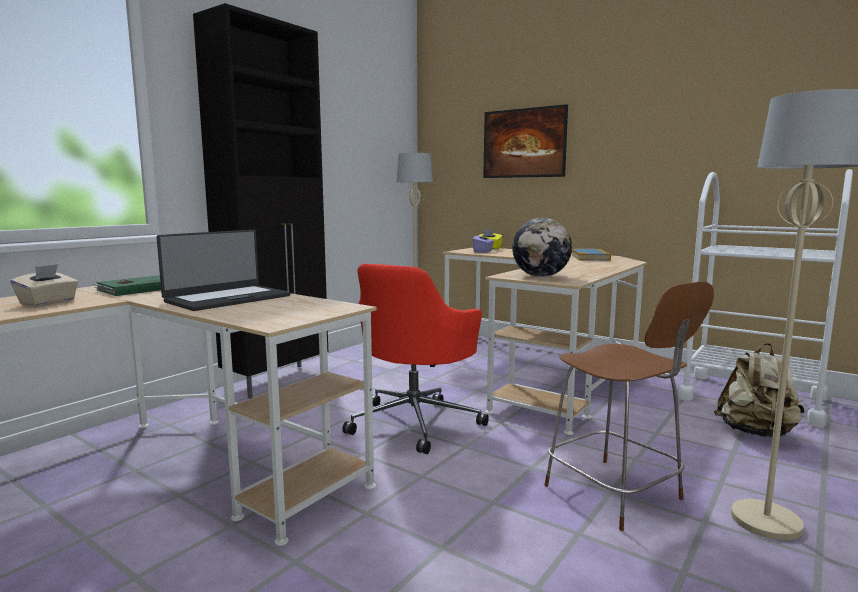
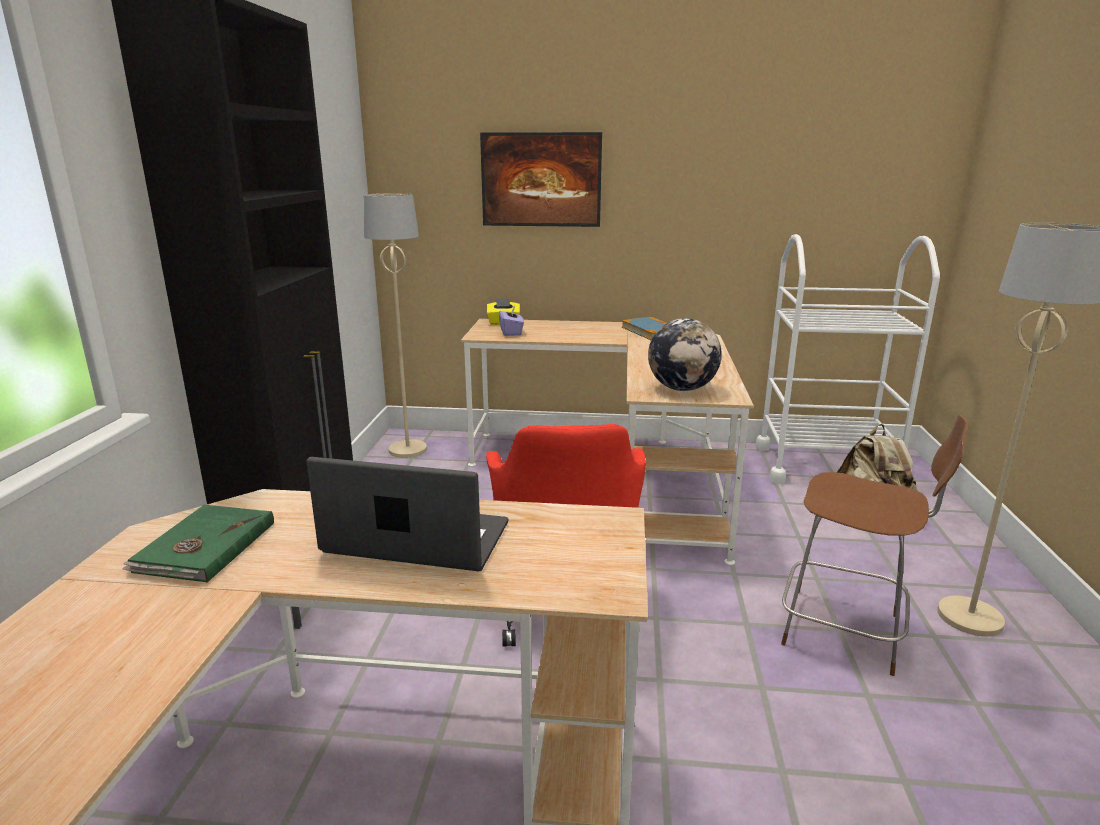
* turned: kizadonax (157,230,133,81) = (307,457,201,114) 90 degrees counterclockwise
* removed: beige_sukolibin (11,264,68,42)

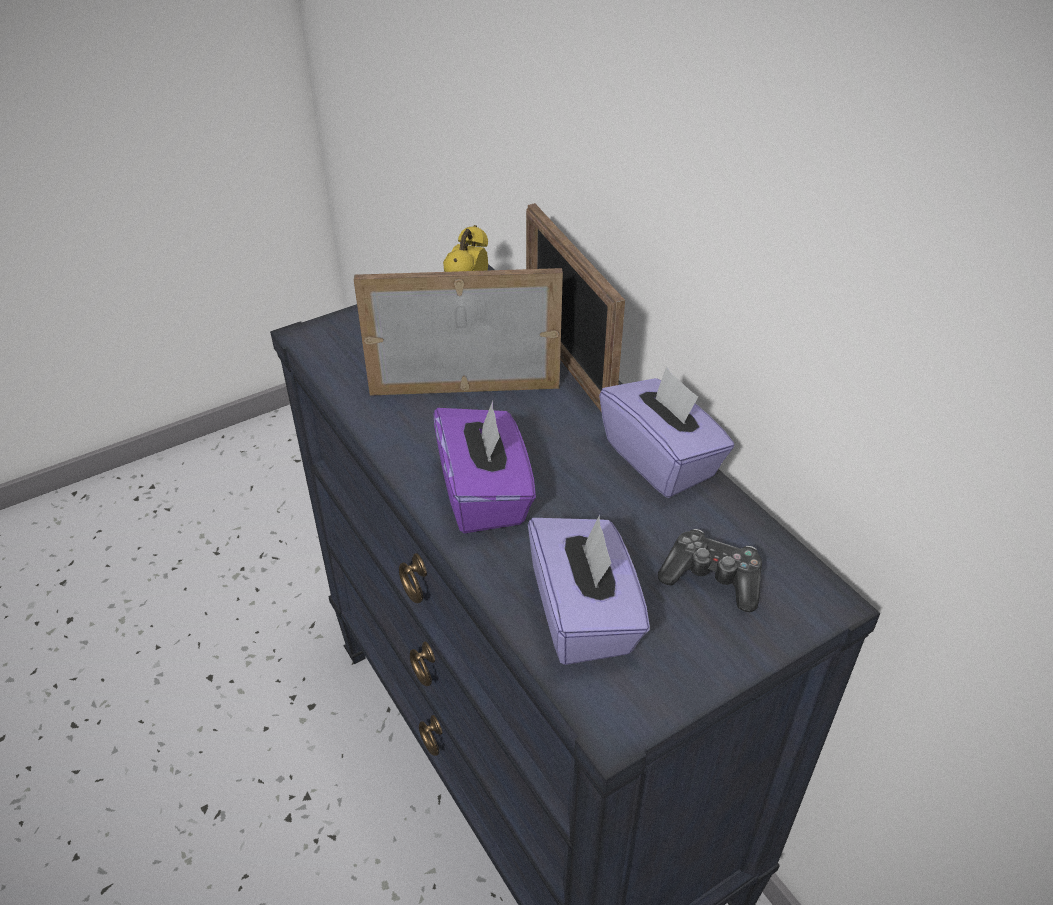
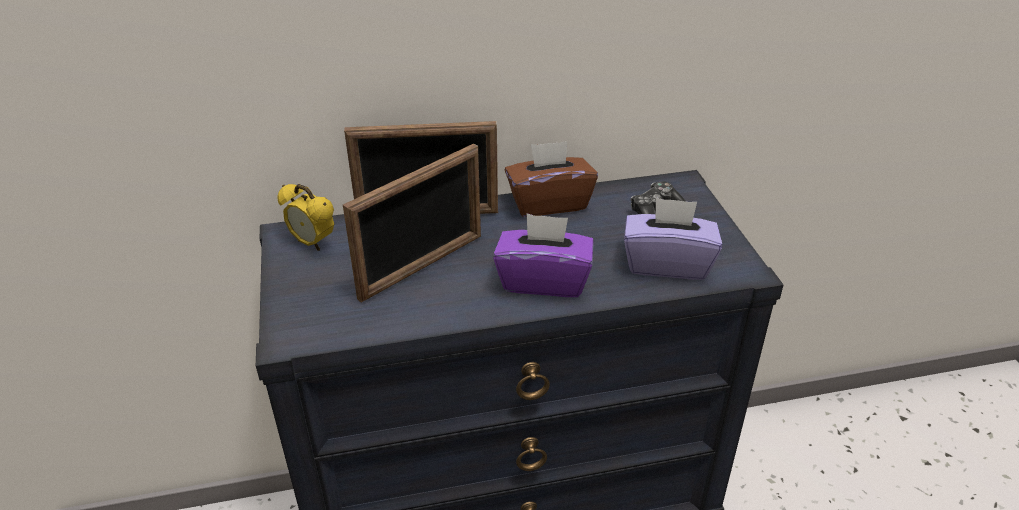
* turned: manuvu (354,268,209,128) = (343,144,138,159) 150 degrees counterclockwise
* recoloured: purple_sukolibin (599,366,136,132) to brown_sukolibin (505,141,93,76)

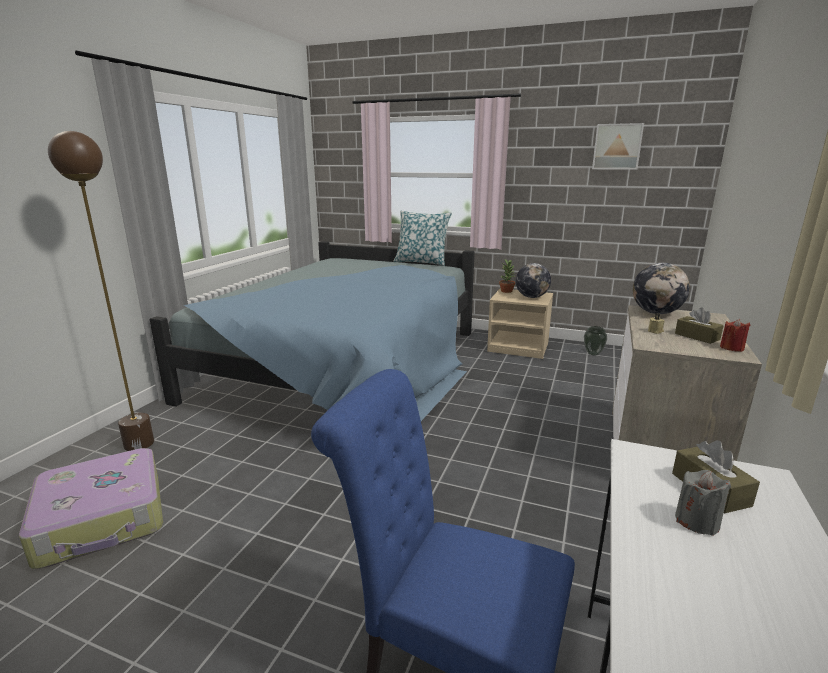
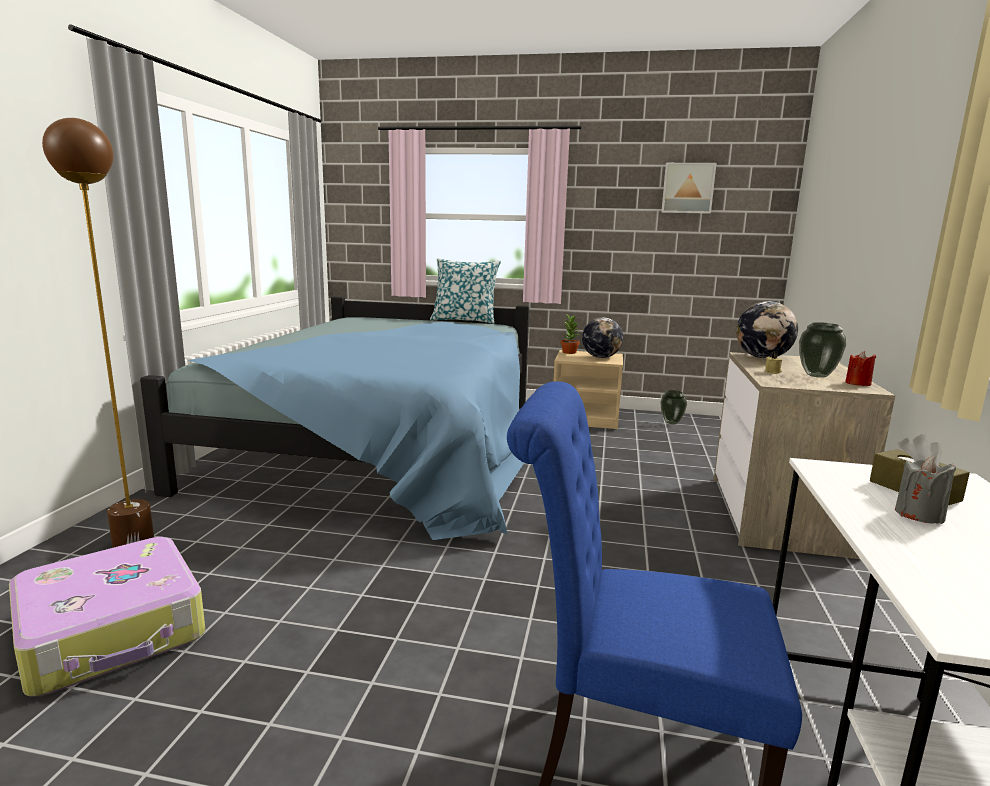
* replaced: brown_sukolibin (675,308,49,36) to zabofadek (799,322,47,56)

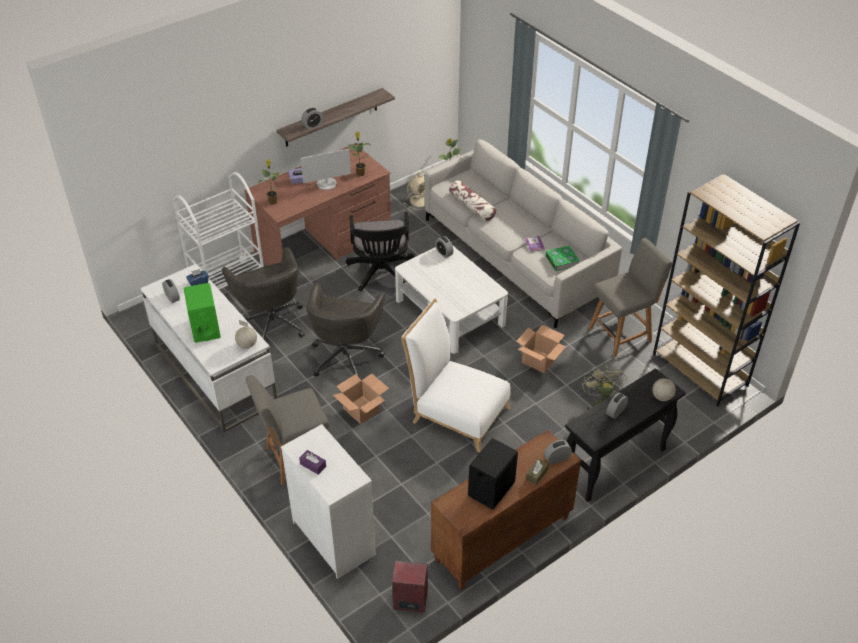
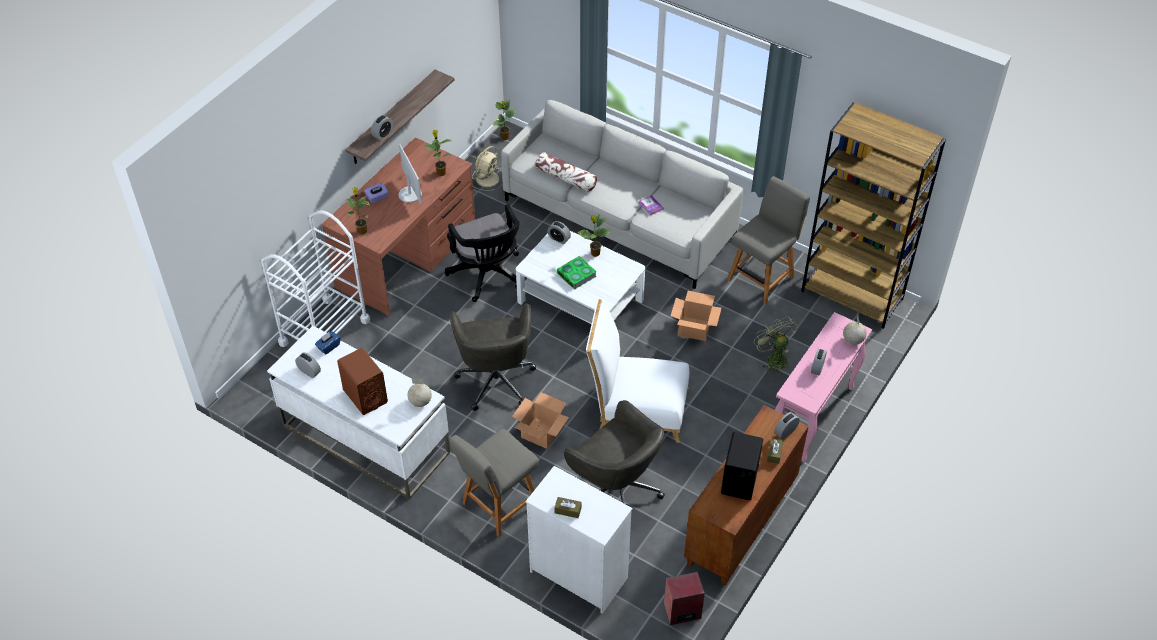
* turned: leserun (301,149,50,41) = (398,144,24,60) 75 degrees counterclockwise
* moved: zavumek (545,246,34,25) to (557,256,39,33)
* moved: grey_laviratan (222,247,83,92) to (564,400,101,104)
* recoloured: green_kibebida (184,283,37,60) to brown_kibebida (337,348,51,67)
* recoloured: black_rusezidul (565,368,121,134) to pink_rusezidul (775,312,97,150)
* recoloured: purple_sukolibin (299,450,27,25) to brown_sukolibin (554,497,28,21)
* added: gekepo (577,214,35,43)

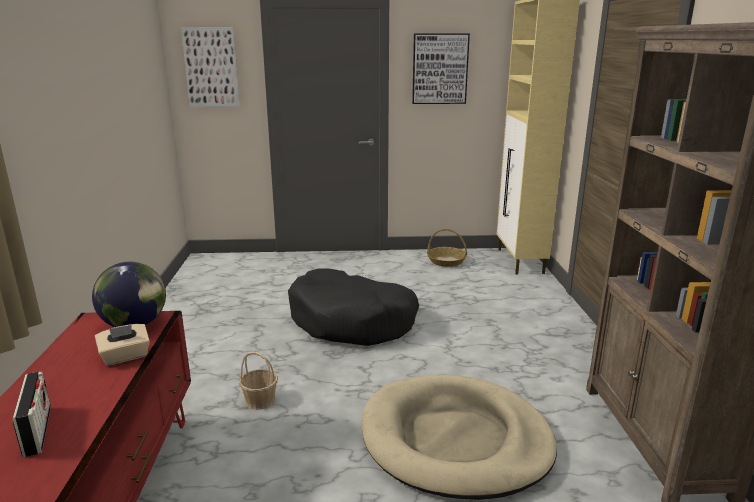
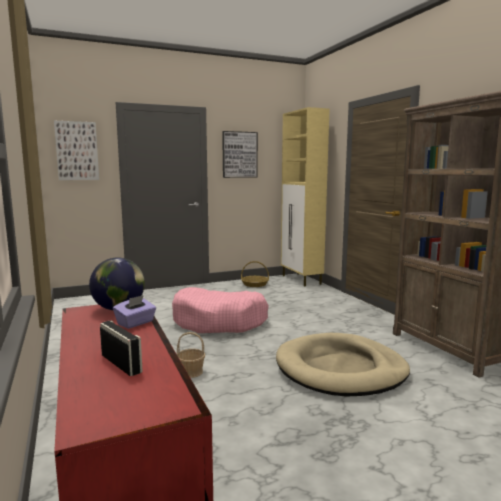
* recoloured: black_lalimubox (288,268,131,78) to pink_lalimubox (172,287,97,46)
* recoloured: beige_sukolibin (95,324,55,42) to purple_sukolibin (113,295,43,34)

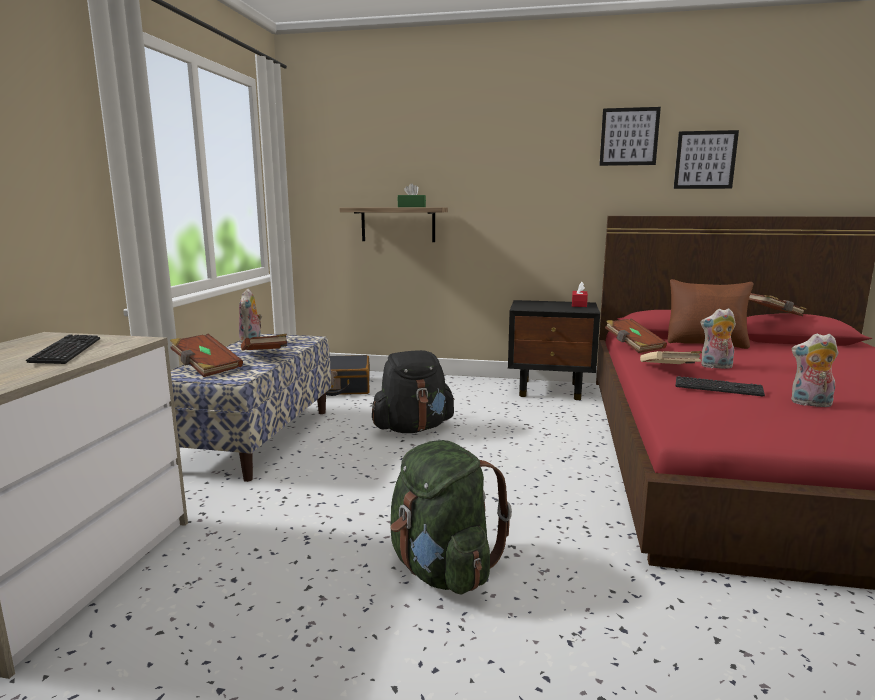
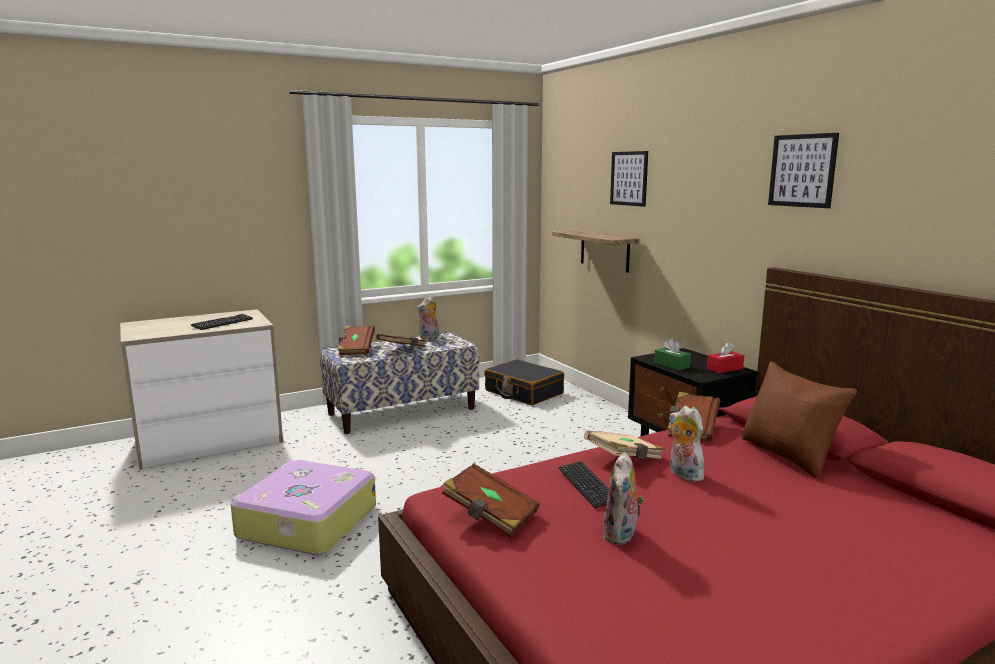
* moved: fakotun (674,130,65,59) to (610,151,38,56)
* moved: green_sukolibin (398,183,28,24) to (654,339,37,31)
* moved: brown_zavumek (749,293,58,23) to (442,464,98,73)
* turned: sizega (791,333,47,74) = (603,452,41,93) 135 degrees counterclockwise
* removed: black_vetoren (372,350,82,83)
* replaced: green_vetoren (390,440,122,155) to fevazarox (231,460,145,95)

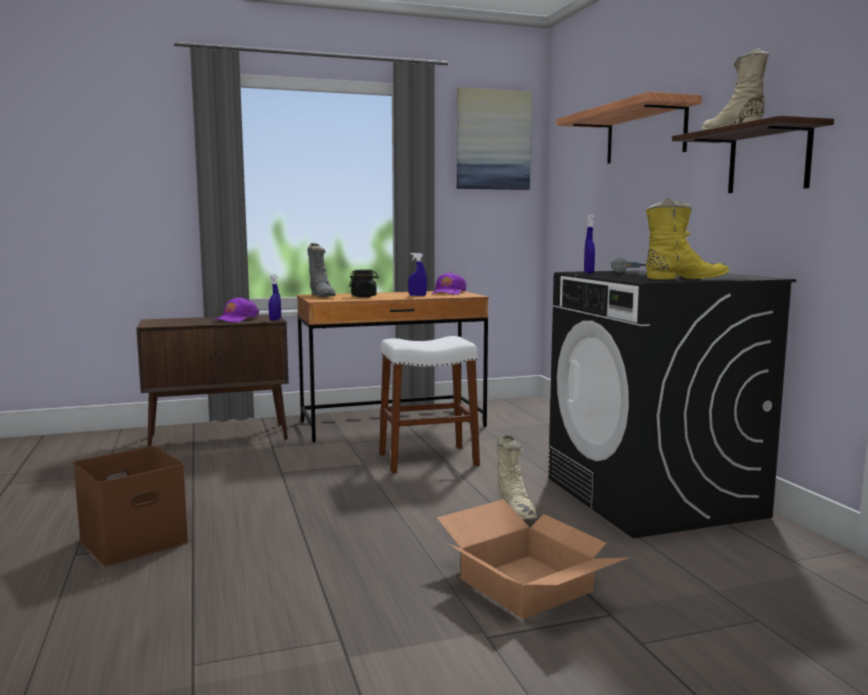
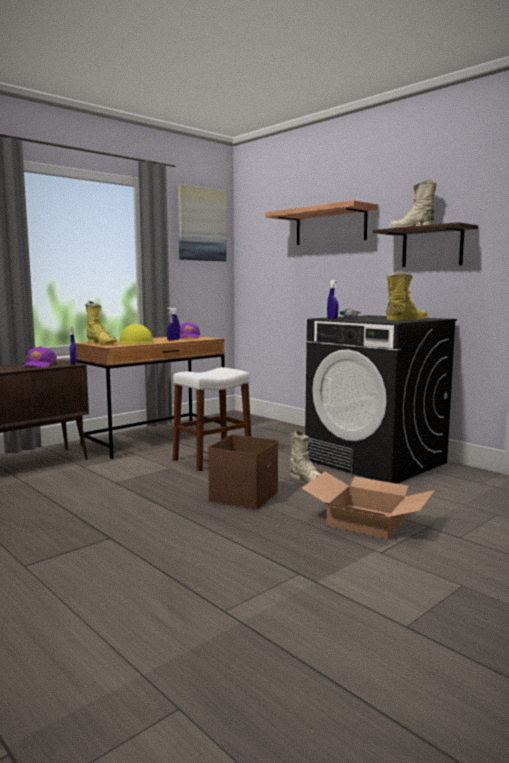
* recoloured: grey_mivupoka (307,243,29,54) to yellow_mivupoka (85,301,32,43)
* replaced: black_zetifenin (349,270,30,27) to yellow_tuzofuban (116,324,39,20)
* moved: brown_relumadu (73,446,116,121) to (208,435,70,75)

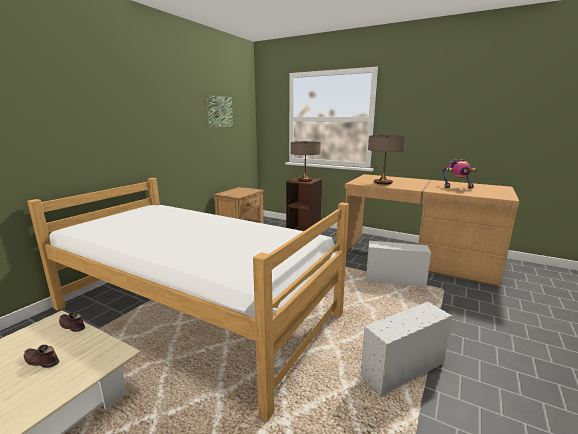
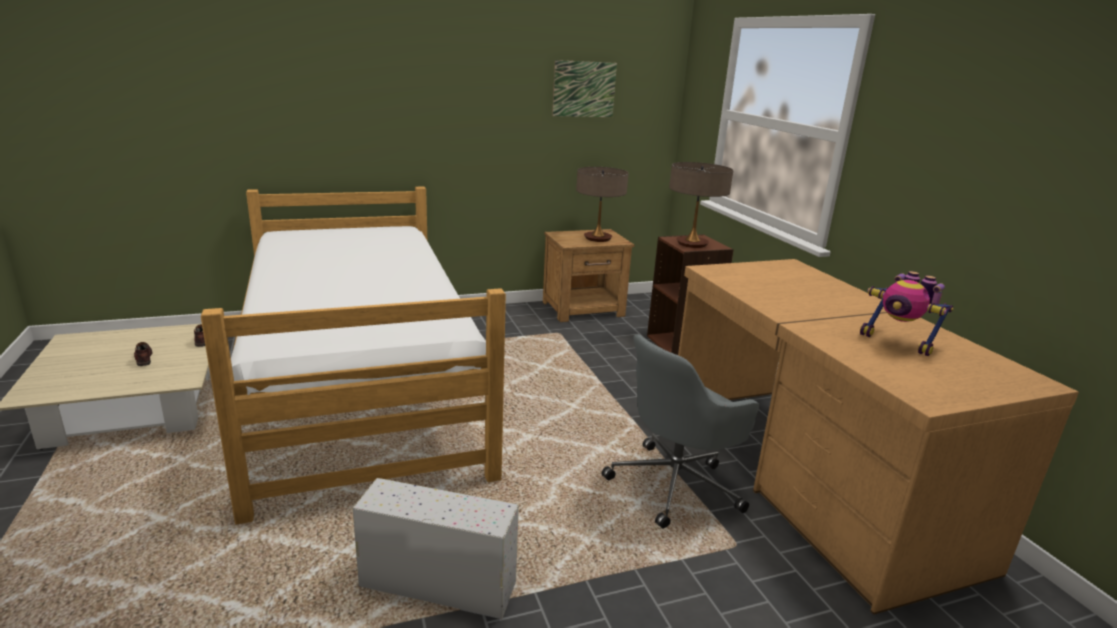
* moved: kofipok (368,135,38,50) to (576,167,53,75)
* replaced: white_relumadu (366,241,65,46) to grey_laviratan (602,334,157,195)

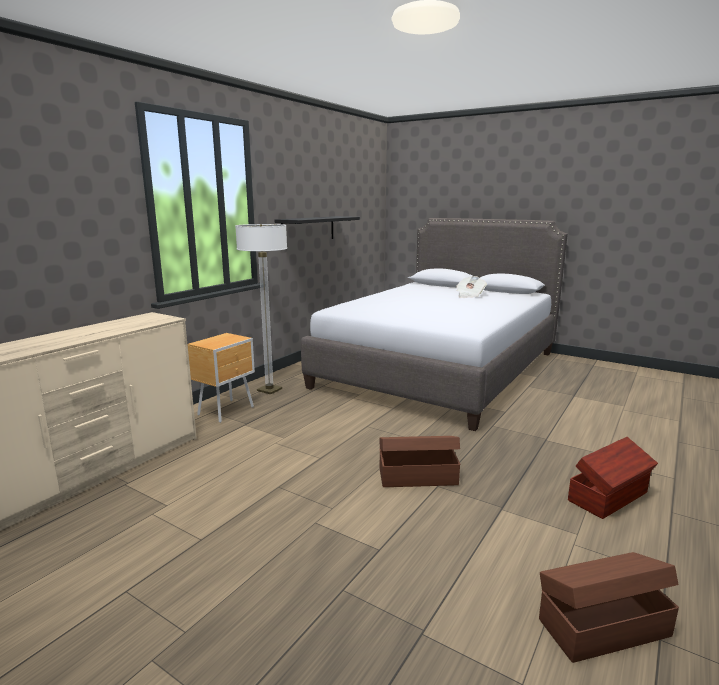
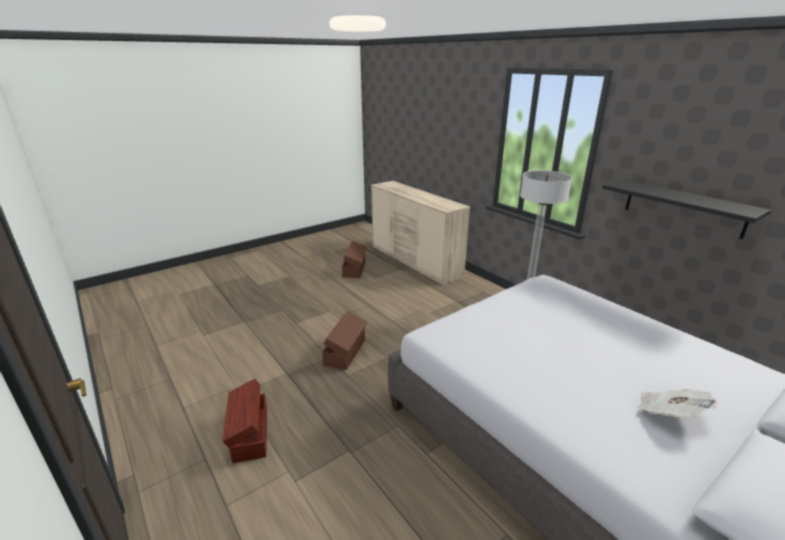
* removed: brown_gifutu (187,333,68,90)
* moved: brown_relumadu (539,552,140,111) to (342,241,25,37)

